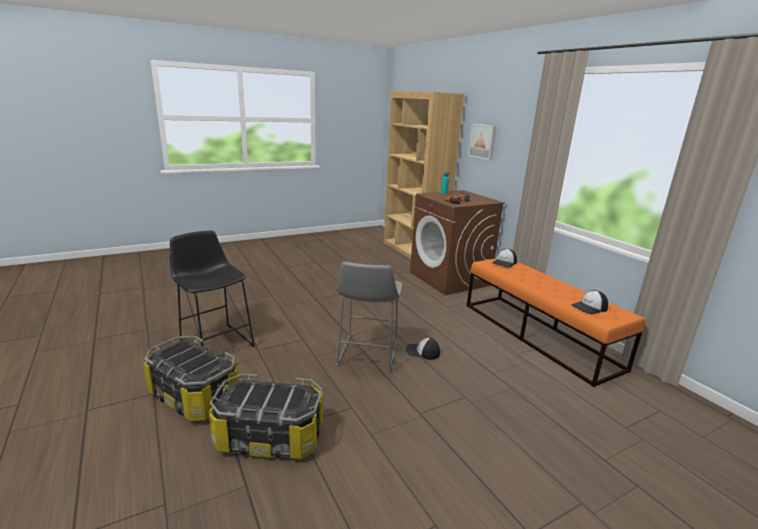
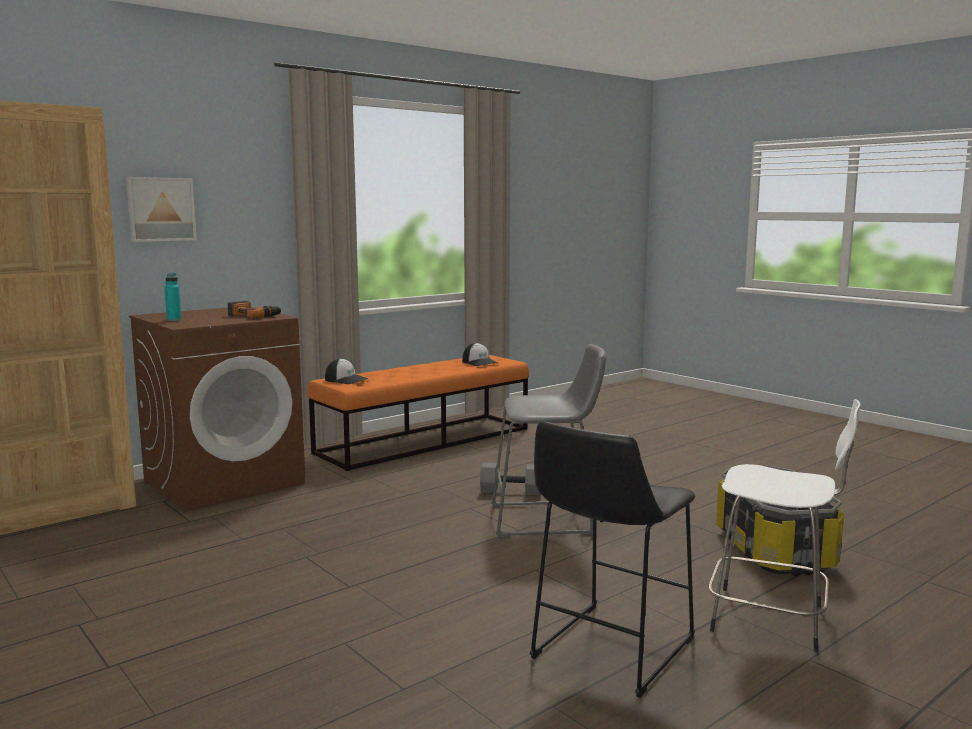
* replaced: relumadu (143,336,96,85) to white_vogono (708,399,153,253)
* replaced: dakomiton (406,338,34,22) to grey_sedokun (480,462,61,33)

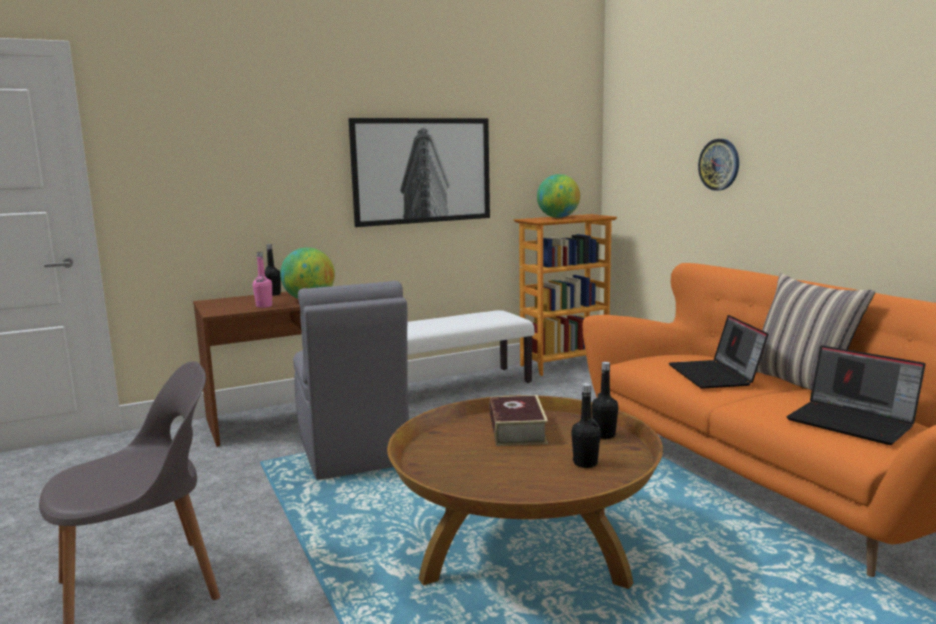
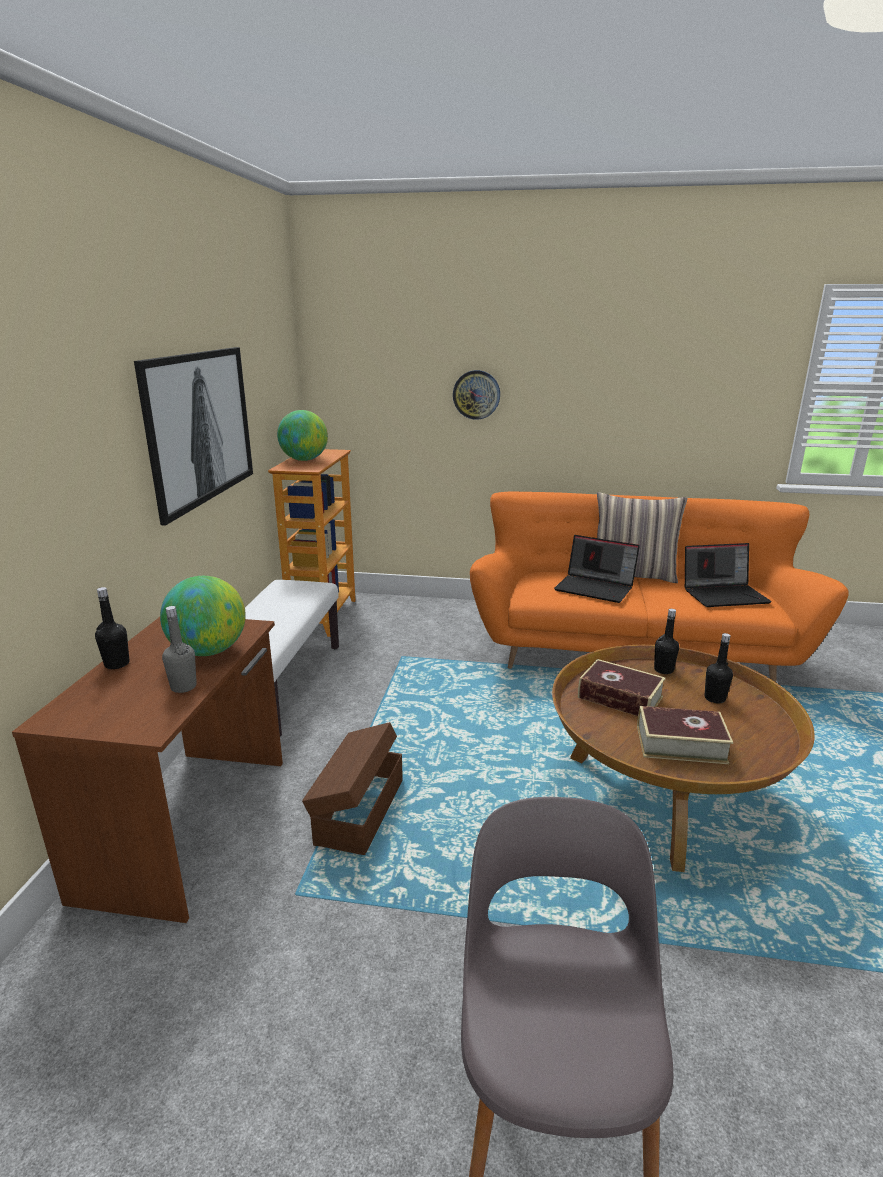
* recoloured: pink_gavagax (252,252,20,56) to grey_gavagax (162,606,35,87)
* replaced: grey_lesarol (293,281,116,199) to brown_relumadu (302,722,101,133)
* added: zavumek (637,706,96,58)

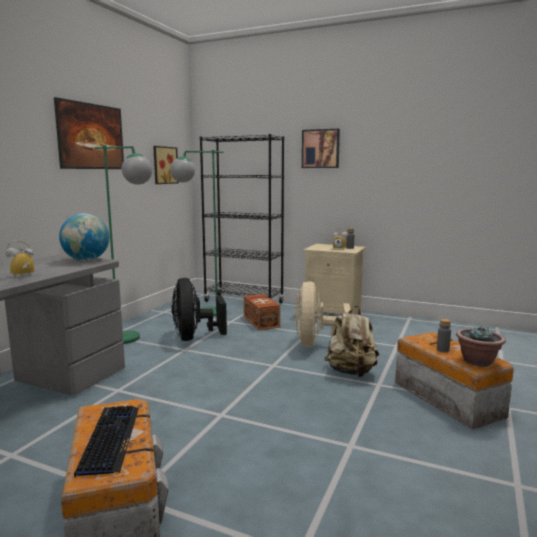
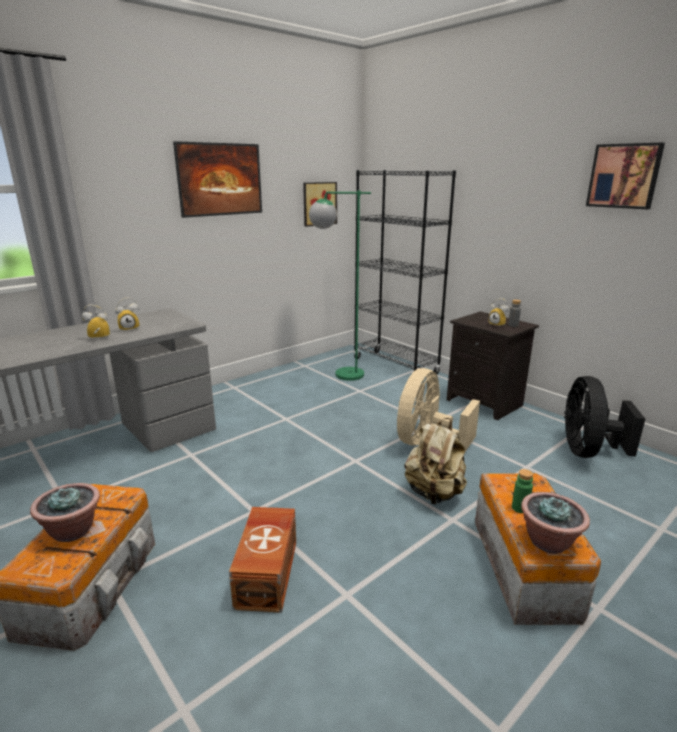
* moved: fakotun (302,129,38,39) to (586,143,79,66)
* removed: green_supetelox (94,145,58,199)
* removed: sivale (59,214,50,47)
* recoloured: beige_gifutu (303,244,63,71) to black_gifutu (447,311,92,109)
* moved: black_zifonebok (171,278,56,63) to (564,376,81,82)
* moved: brown_relumadu (243,294,37,36) to (229,507,67,106)
* recoloured: grey_gavagax (437,319,14,33) to green_gavagax (512,469,21,44)
* replaced: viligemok (74,406,65,72) to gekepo (30,483,70,59)
* added: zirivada (115,297,25,35)

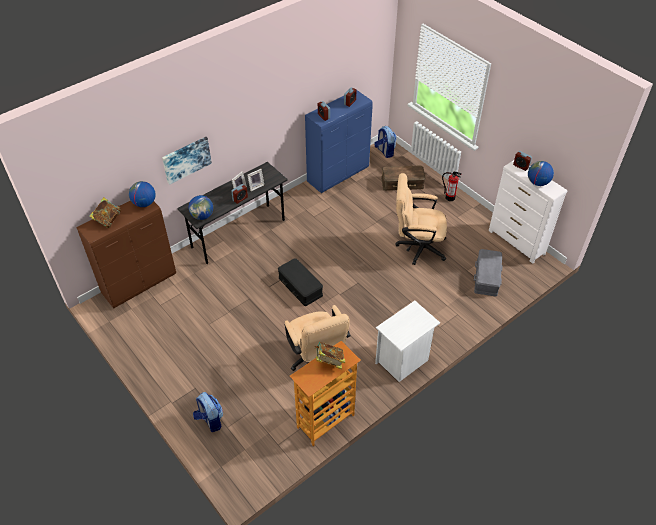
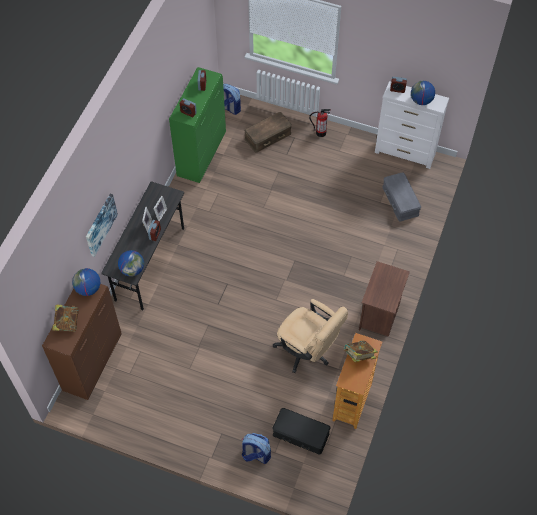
* recoloured: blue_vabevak (305,90,68,103) to green_vabevak (169,67,57,116)
* removed: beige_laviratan (395,173,52,92)
* moved: black_relumadu (278,258,45,48) to (273,408,57,47)
* recoloured: white_gifutu (375,301,65,81) to brown_gifutu (359,261,51,76)

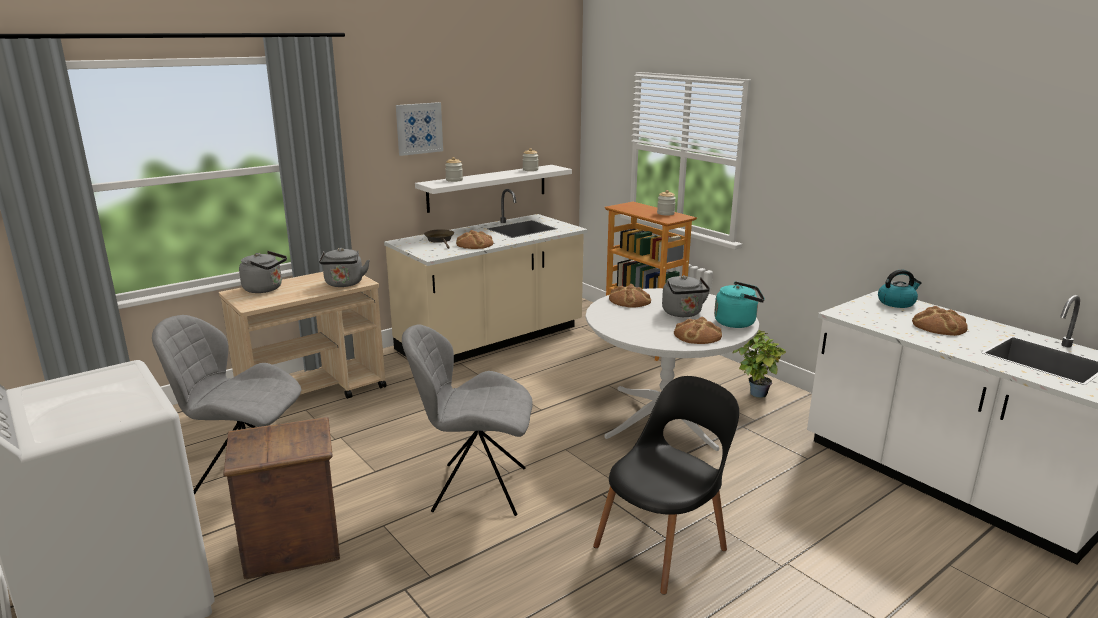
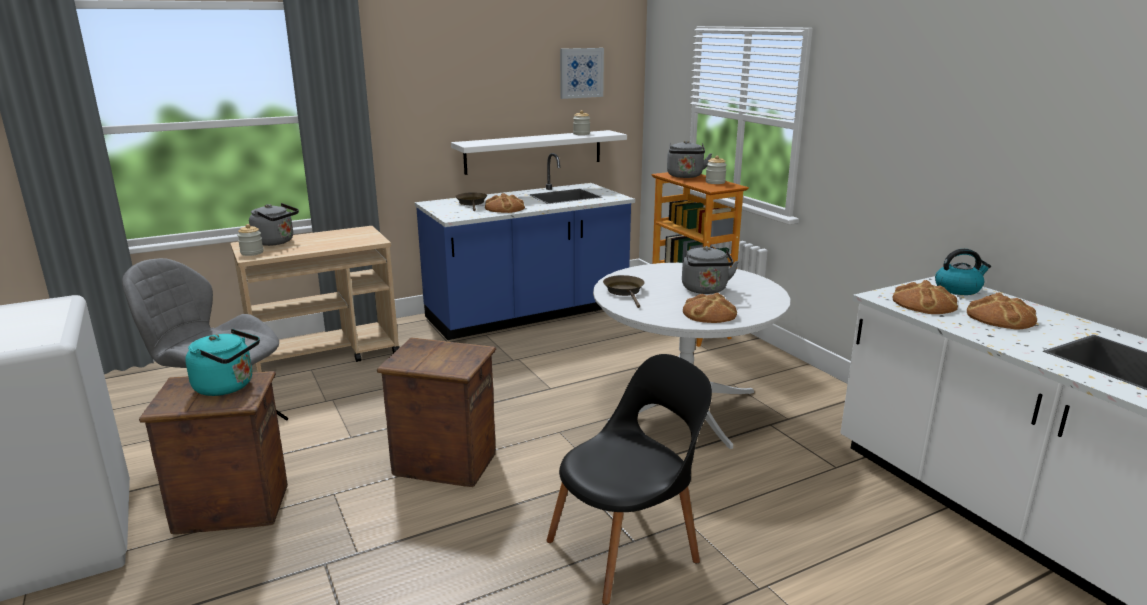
* moved: fakotun (396,102,47,54) to (560,48,44,51)
* moved: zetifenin (445,157,18,25) to (237,224,27,32)
* recoloured: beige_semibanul (384,189,204,174) to blue_semibanul (415,153,220,187)
* moved: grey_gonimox (319,248,51,39) to (667,140,45,38)
* moved: turquoise_gonimox (714,281,51,47) to (185,329,75,67)
* moved: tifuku (609,284,42,24) to (892,280,66,34)
* replaced: grey_lesarol (402,324,131,192) to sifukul (377,337,119,150)
* removed: gekepo (732,330,54,68)
* added: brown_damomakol (603,275,42,33)

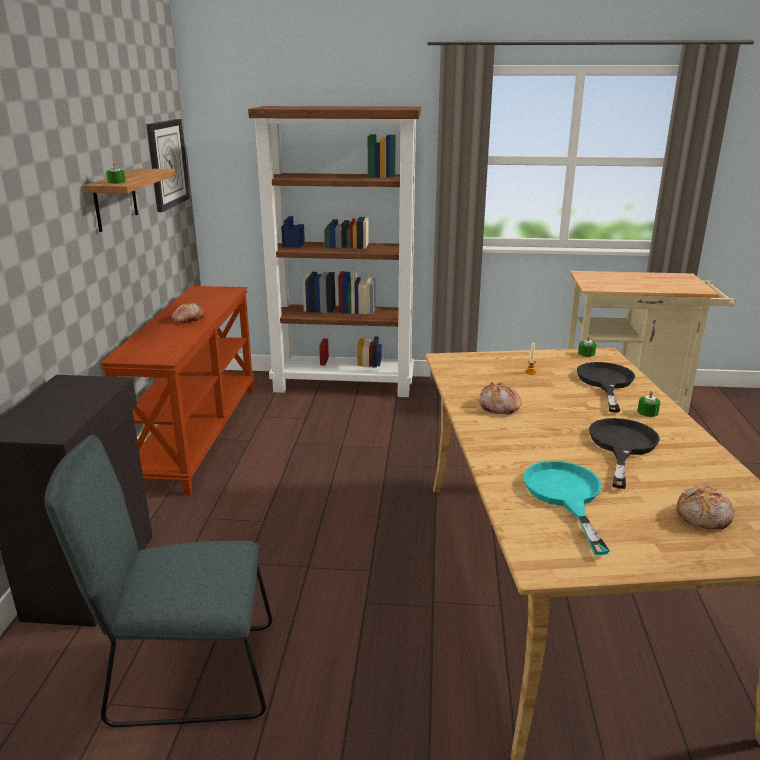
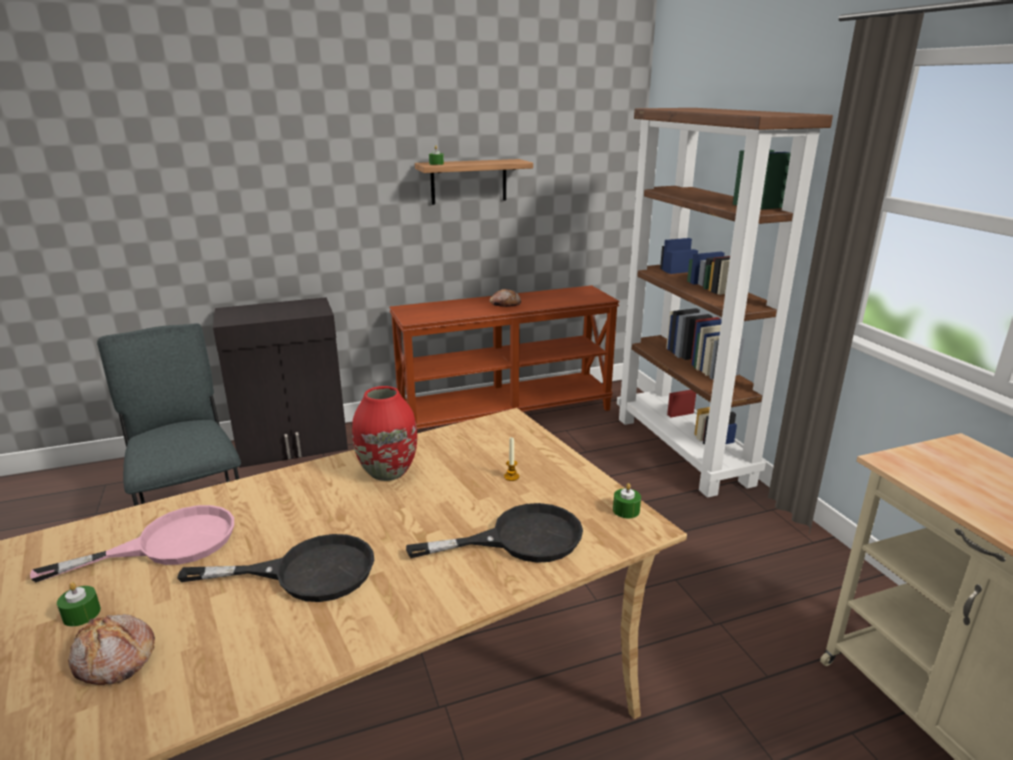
* removed: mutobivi (146,119,44,93)
* replaced: tifuku (479,382,43,33) to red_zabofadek (352,386,65,95)
* moved: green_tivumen (637,390,23,27) to (57,582,44,44)
* recoloured: turquoise_damomakol (523,461,87,94) to pink_damomakol (30,505,204,78)

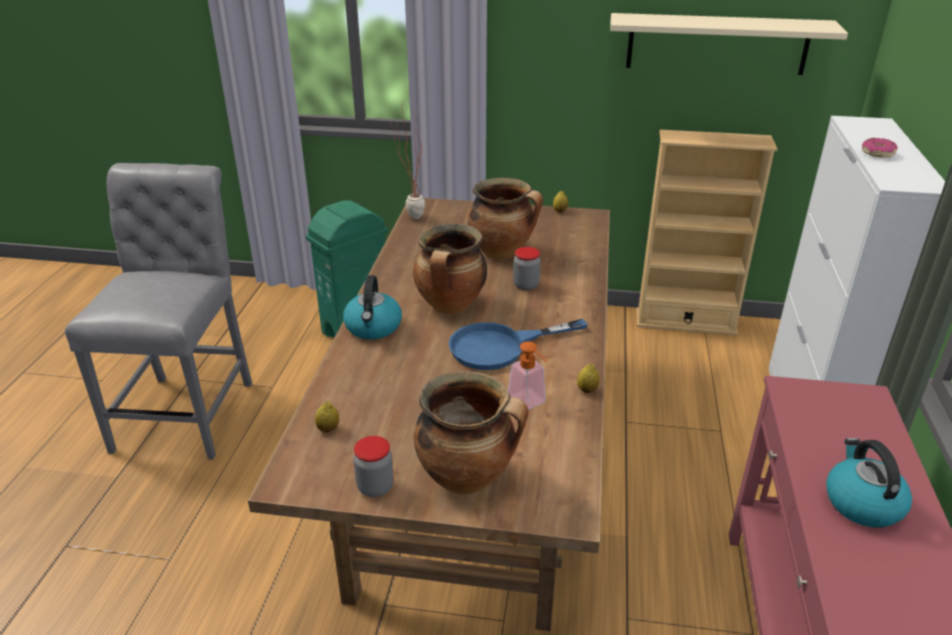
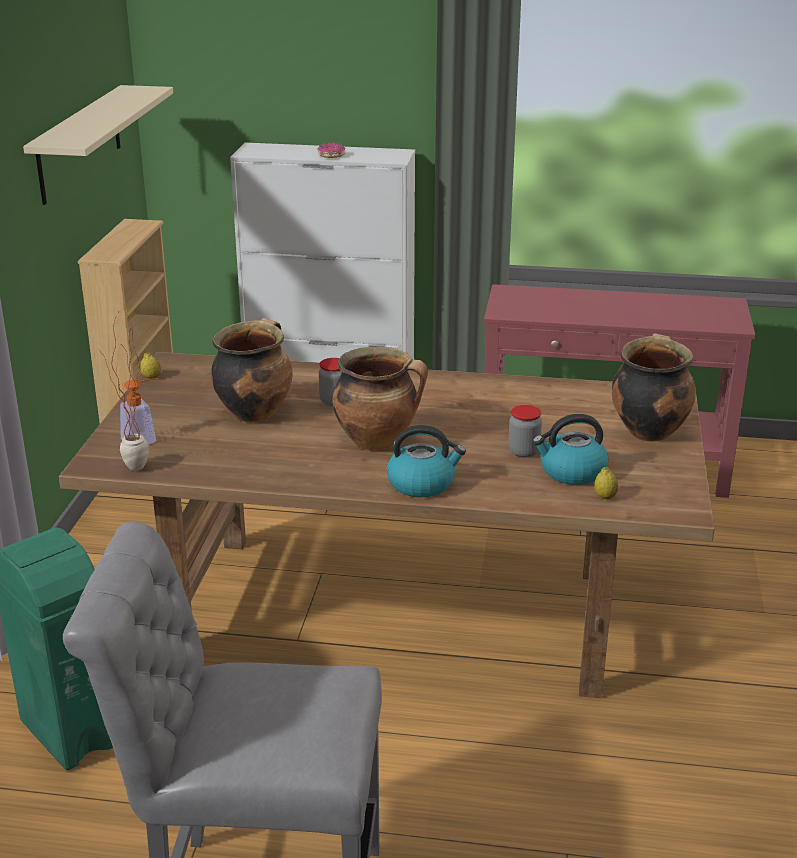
* removed: blue_damomakol (448,319,140,51)
* moved: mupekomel (508,341,39,69) to (120,378,38,67)
* removed: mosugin (577,364,23,29)
* moved: zetifenin (353,436,41,61) to (508,405,34,53)
* moved: gonimox (826,438,86,90) to (533,414,75,71)

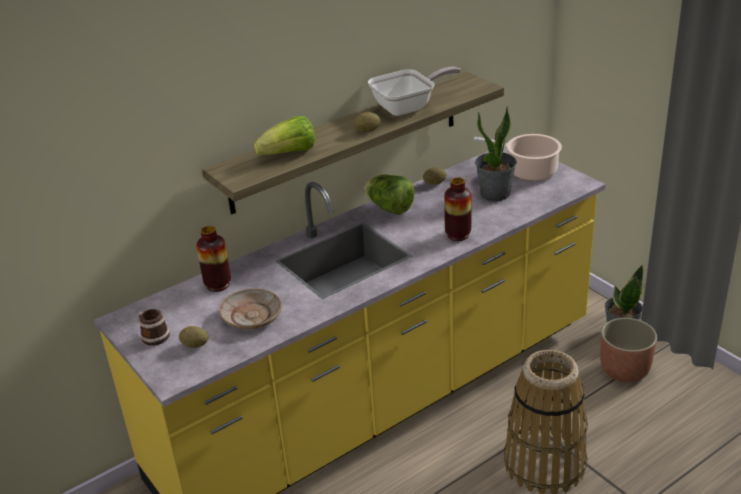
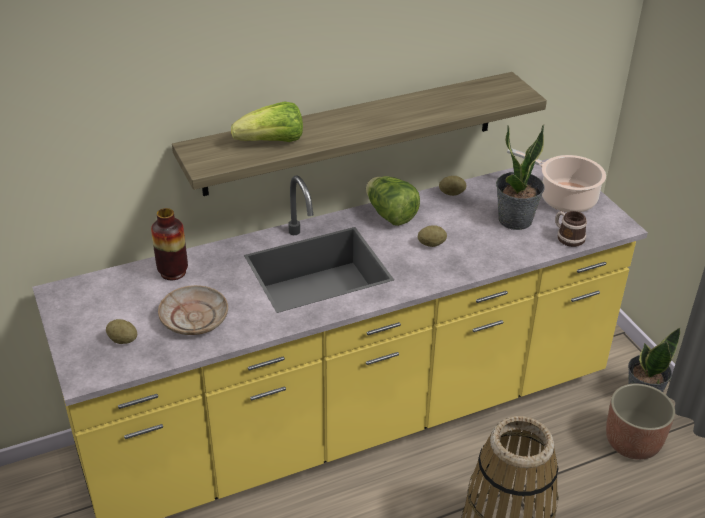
* removed: damomakol (368,67,93,49)
* moved: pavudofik (354,112,26,20) to (418,225,29,22)
* removed: zabofadek (444,177,28,64)
* moved: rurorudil (137,309,33,37) to (555,211,32,36)

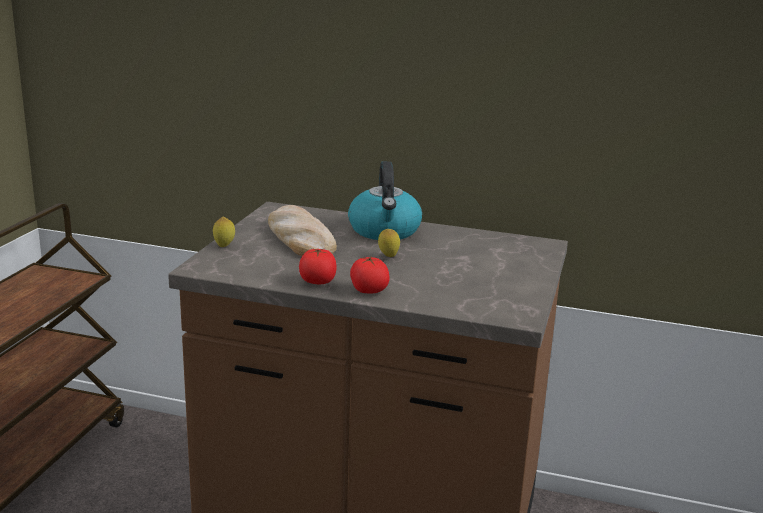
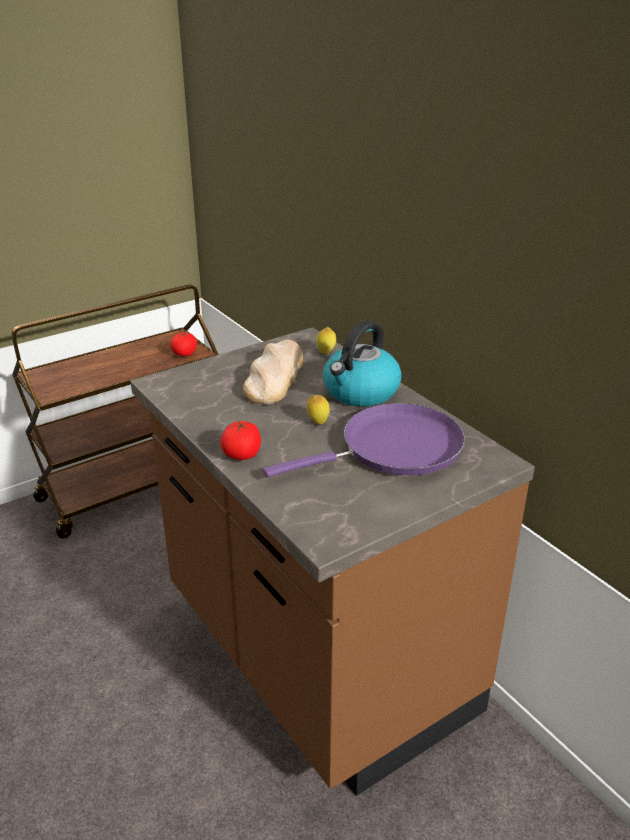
* moved: mosugin (213,217,22,30) to (317,327,19,27)
* moved: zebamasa (299,248,38,36) to (170,332,27,24)
* added: purple_damomakol (263,403,202,75)

